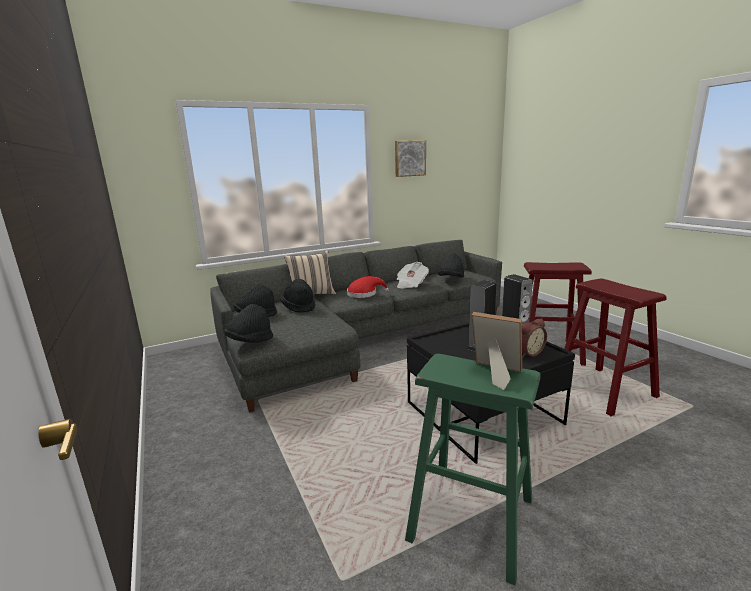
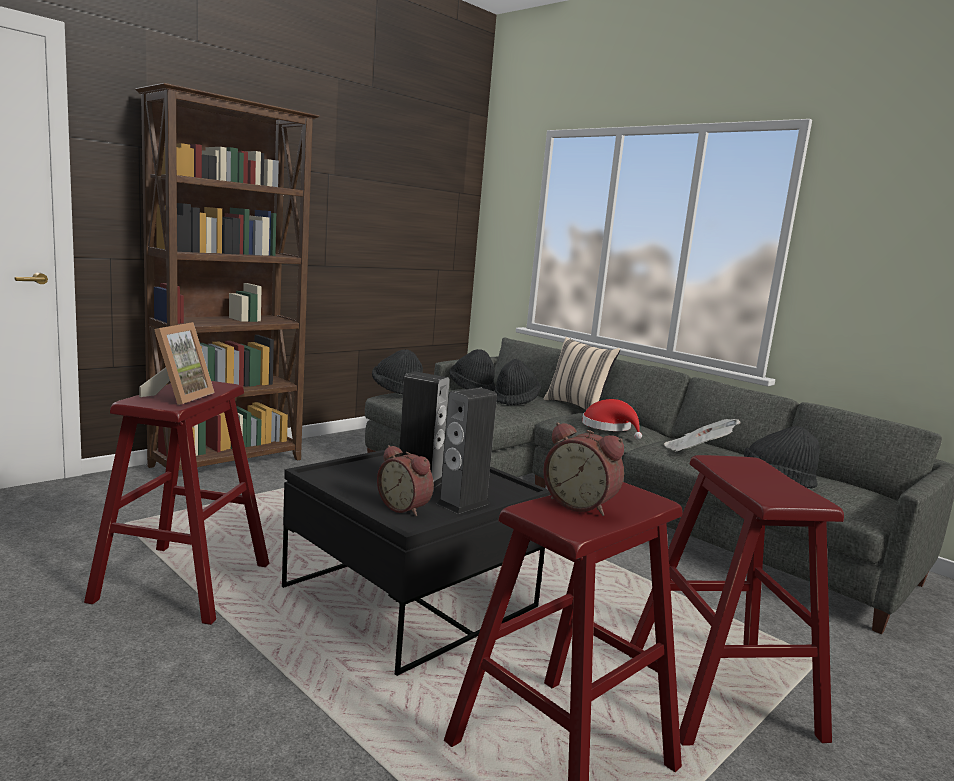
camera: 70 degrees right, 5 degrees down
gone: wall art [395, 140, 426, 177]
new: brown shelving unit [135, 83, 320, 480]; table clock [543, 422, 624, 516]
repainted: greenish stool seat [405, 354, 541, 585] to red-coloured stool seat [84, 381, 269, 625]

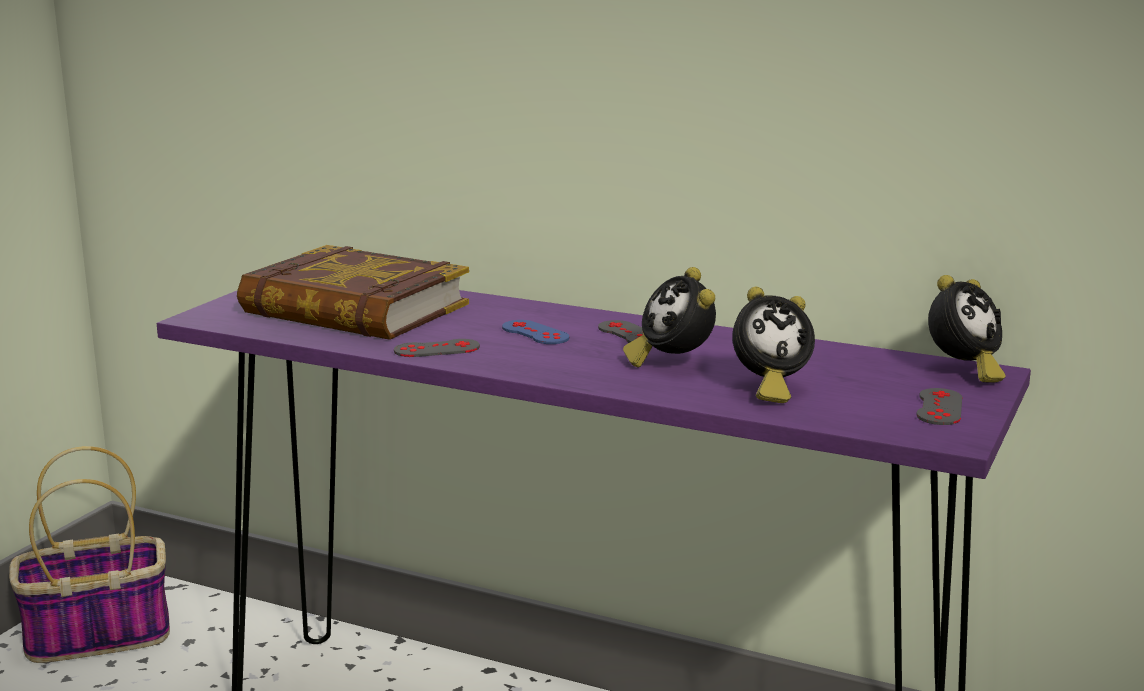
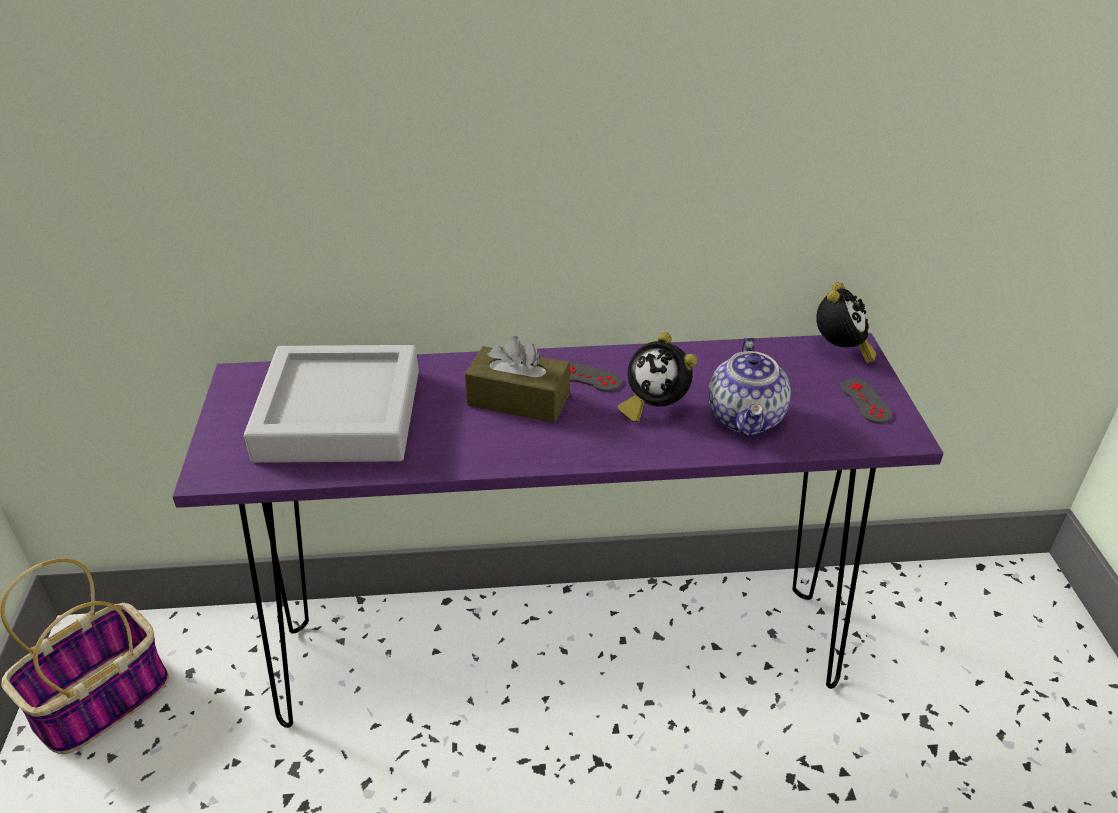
camera: 30 degrees left, 20 degrees up
gone: greyish joypad [394, 339, 480, 357]
swapped: volume [237, 245, 469, 340] to greyish tray [244, 345, 419, 463]; blue joypad [502, 320, 570, 344] to brown box of tissues [465, 336, 570, 423]; table clock [732, 287, 815, 403] to tea pot [708, 337, 791, 437]

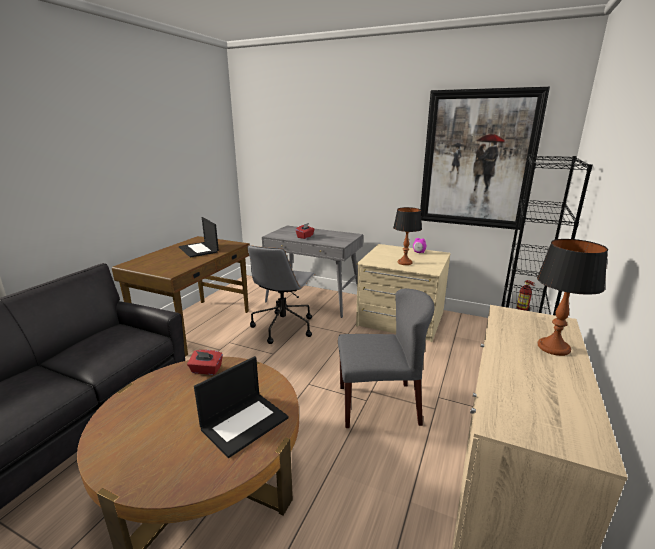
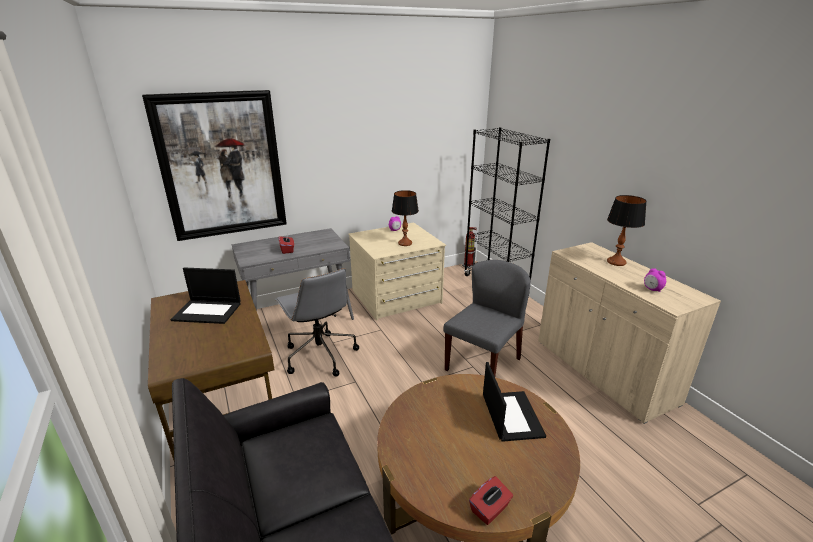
camera: 50 degrees left, 5 degrees up
new: table clock [644, 268, 666, 292]
shifted: red-coloured box of tissues [187, 350, 223, 375] to [469, 476, 513, 525]; wall art [420, 87, 550, 230] to [142, 90, 287, 241]

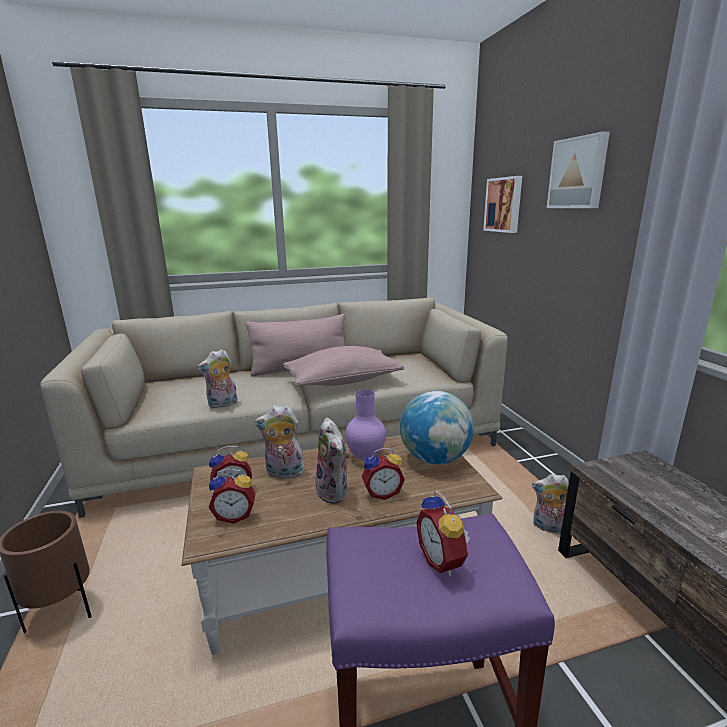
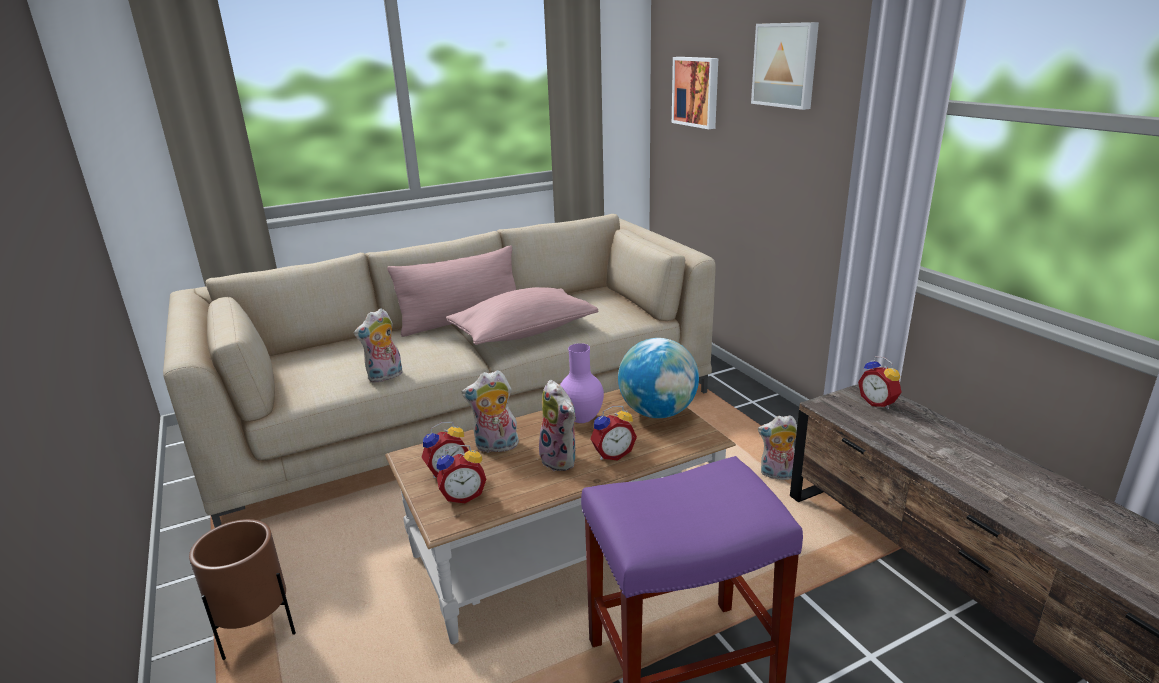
camera: 10 degrees left, 5 degrees up
shifted: table clock [416, 490, 470, 576] to [858, 356, 902, 409]

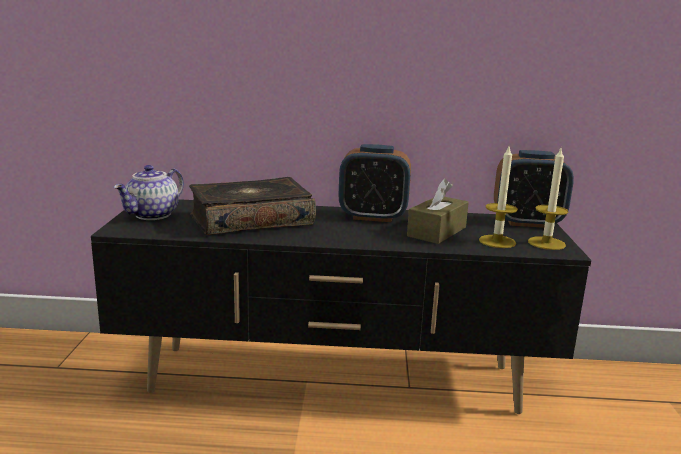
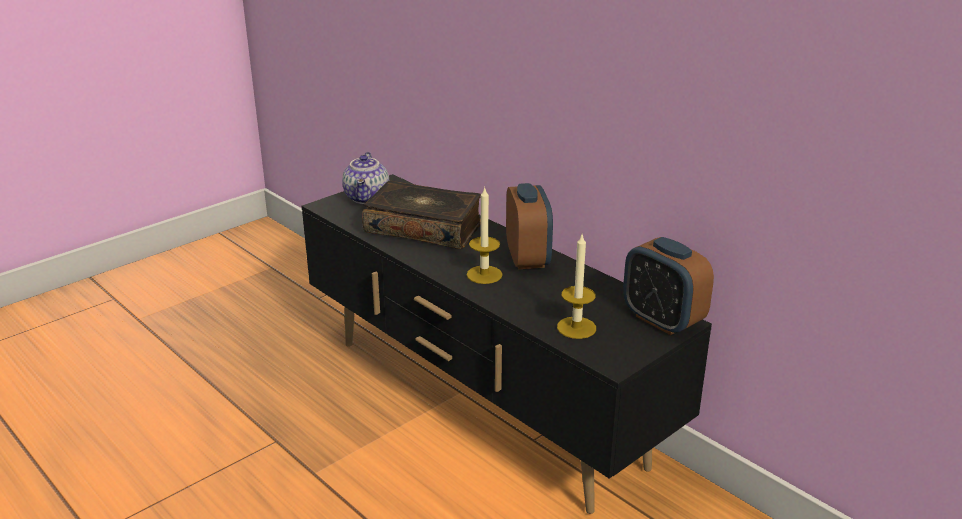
camera: 45 degrees right, 10 degrees up
gone: brown box of tissues [407, 178, 469, 244]
shifted: candle [528, 146, 568, 250] to [467, 186, 503, 284]
rotated: tea pot [113, 165, 184, 220] = [342, 152, 389, 204] 75 degrees counterclockwise; table clock [338, 144, 411, 222] = [506, 183, 553, 269] 150 degrees counterclockwise

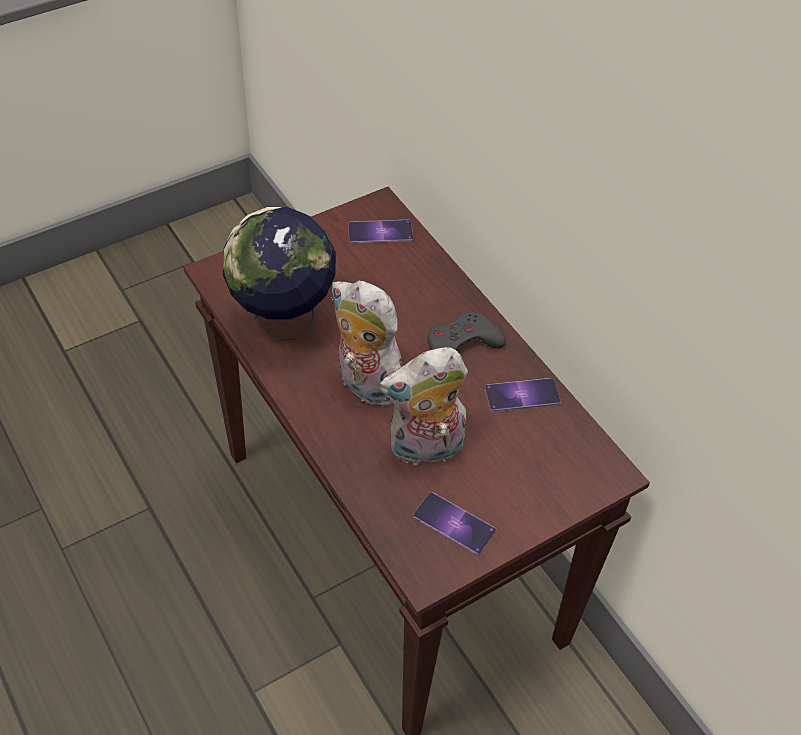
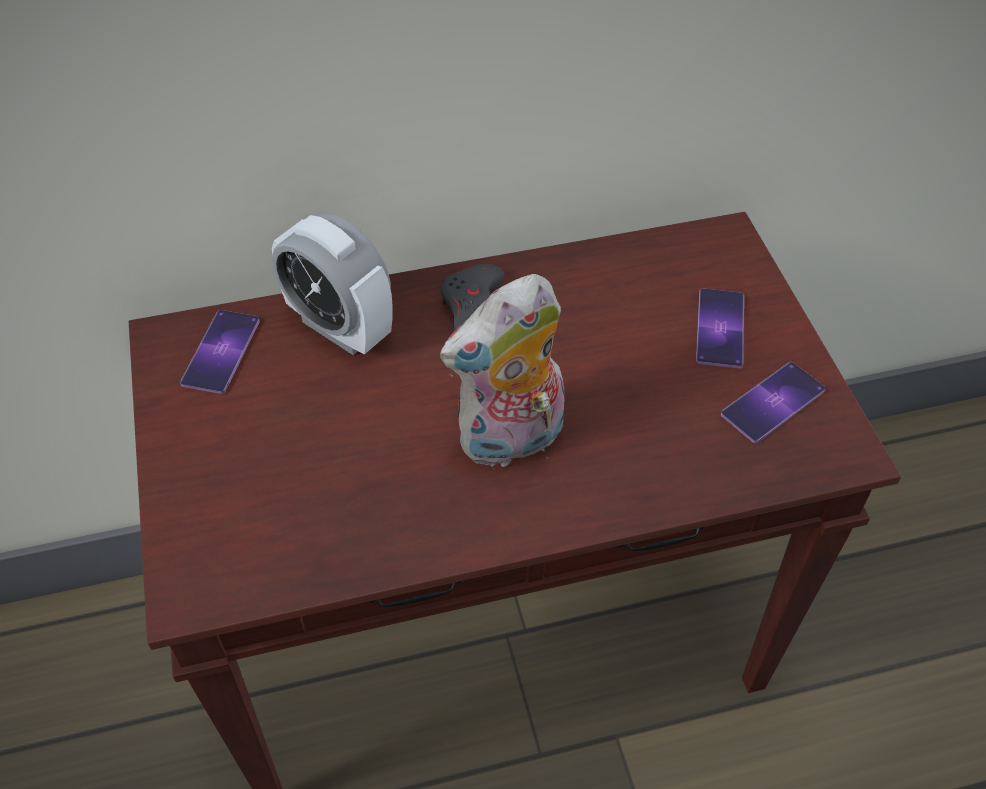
camera: 70 degrees left, 0 degrees up
gone: globe [223, 207, 336, 341]; cuddly toy [380, 347, 468, 467]
new: table clock [272, 213, 392, 355]
shifted: handset [485, 378, 561, 412] to [696, 288, 744, 369]

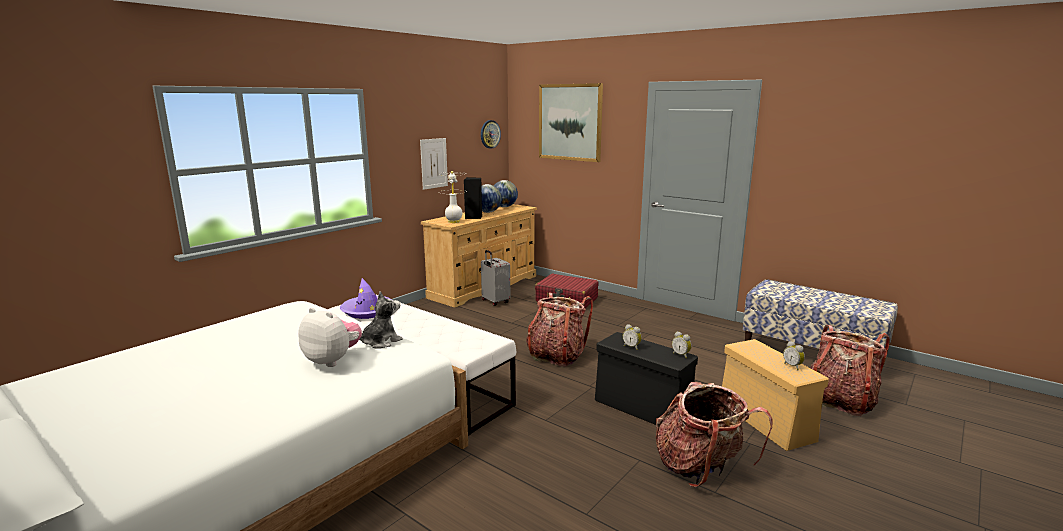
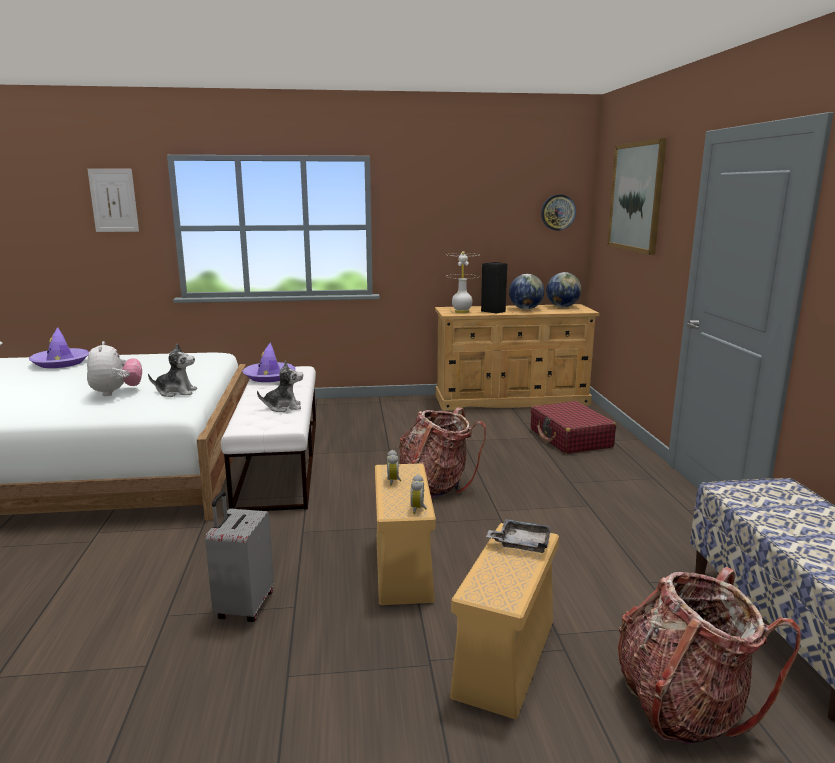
camera: 45 degrees right, 0 degrees up
gone: rucksack [656, 382, 772, 487]; table clock [783, 341, 805, 370]
new: purple hat [29, 327, 89, 368]; cuddly toy [257, 361, 303, 412]; greyish tray [486, 519, 551, 553]
shifted: wall art [420, 138, 448, 190] to [88, 169, 139, 232]; greyish suitcase [481, 250, 510, 306] to [205, 491, 274, 622]
repainted: blackish storage bin [595, 332, 698, 425] to sand-coloured storage bin [375, 463, 436, 605]

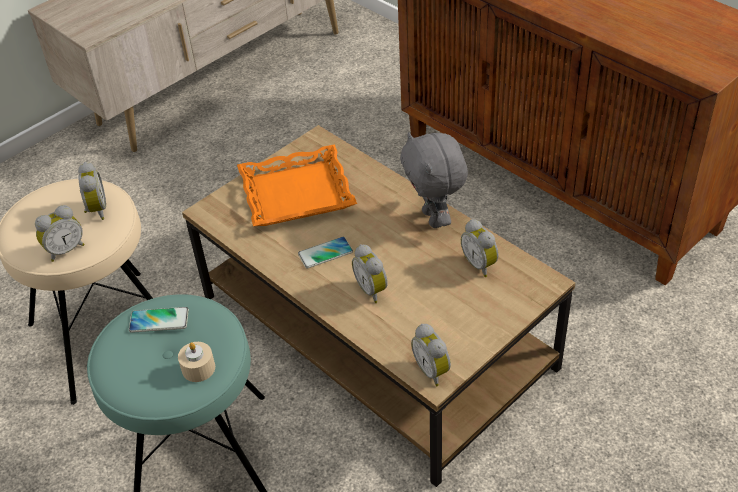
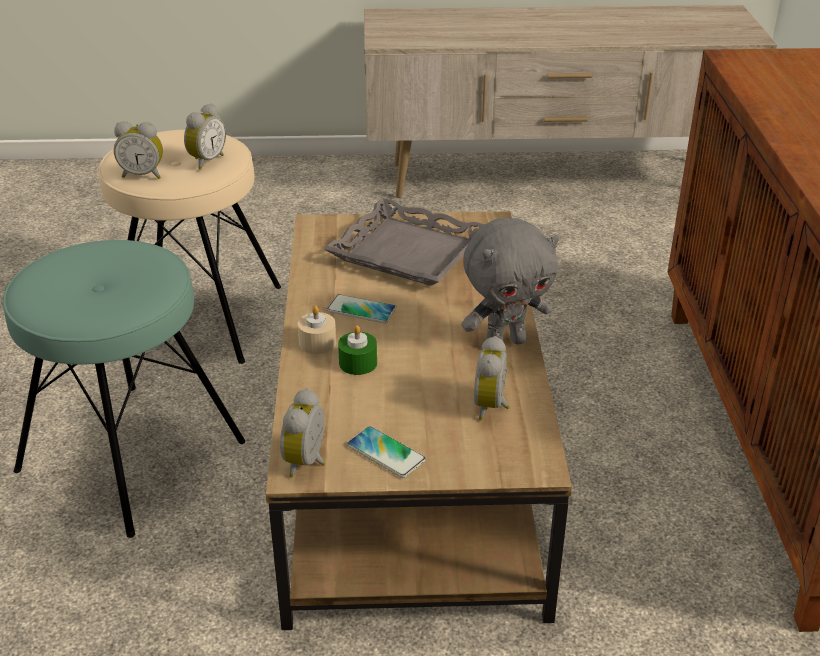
camera: 40 degrees right, 10 degrees down
shifted: handset [129, 307, 189, 333] to [347, 426, 426, 478]; sand-coloured candle [178, 342, 215, 382] to [298, 306, 336, 354]
swapped: table clock [352, 244, 388, 303] to greenish candle [338, 325, 377, 375]
repainted: orangey tray [237, 144, 357, 226] to greyish tray [323, 198, 485, 286]
rotated: greyish cuddly toy [400, 132, 468, 228] = [461, 218, 559, 345] 135 degrees counterclockwise

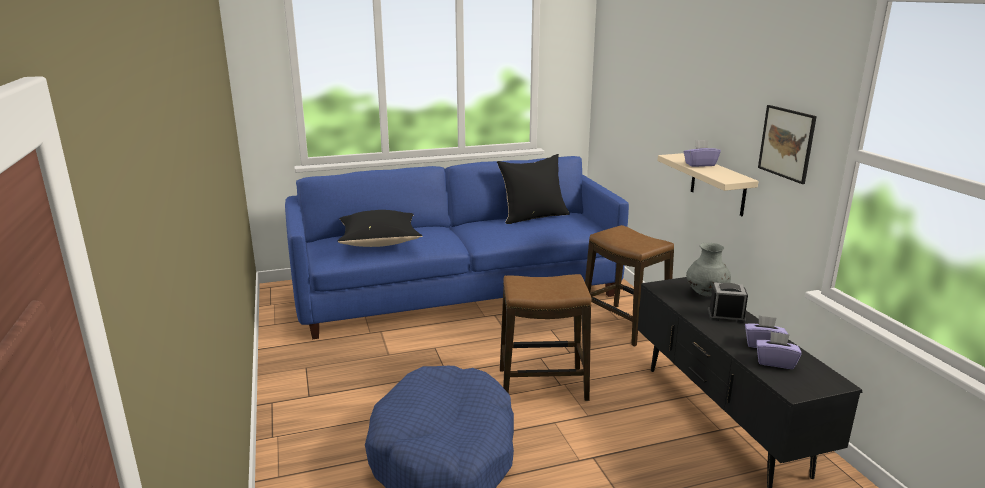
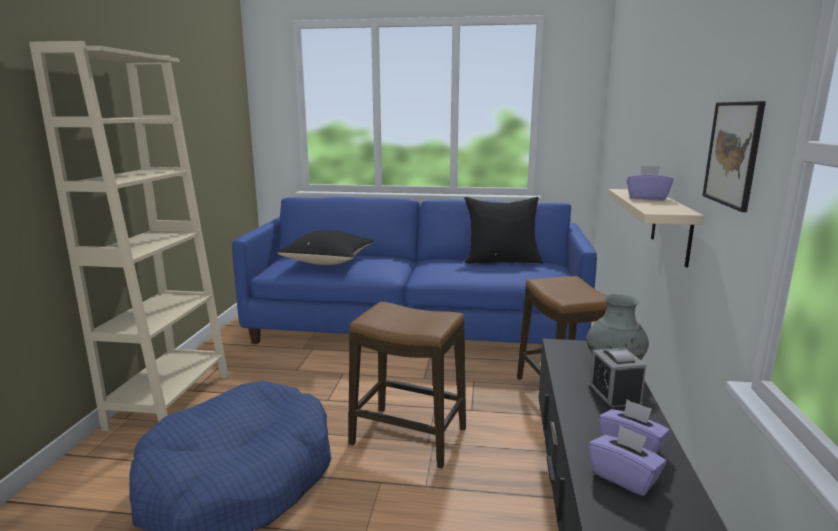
camera: 25 degrees right, 5 degrees down
new: sand-coloured shelving unit [29, 41, 228, 431]
rotated: table clock [708, 282, 748, 323] = [588, 348, 646, 410] 135 degrees counterclockwise

